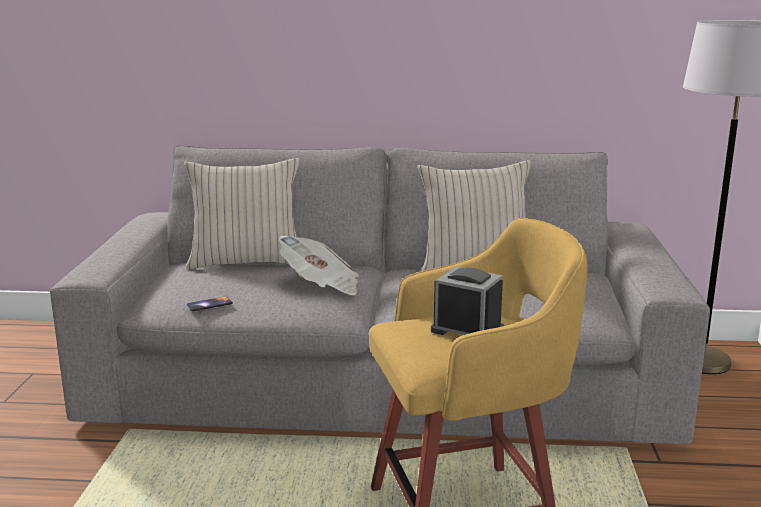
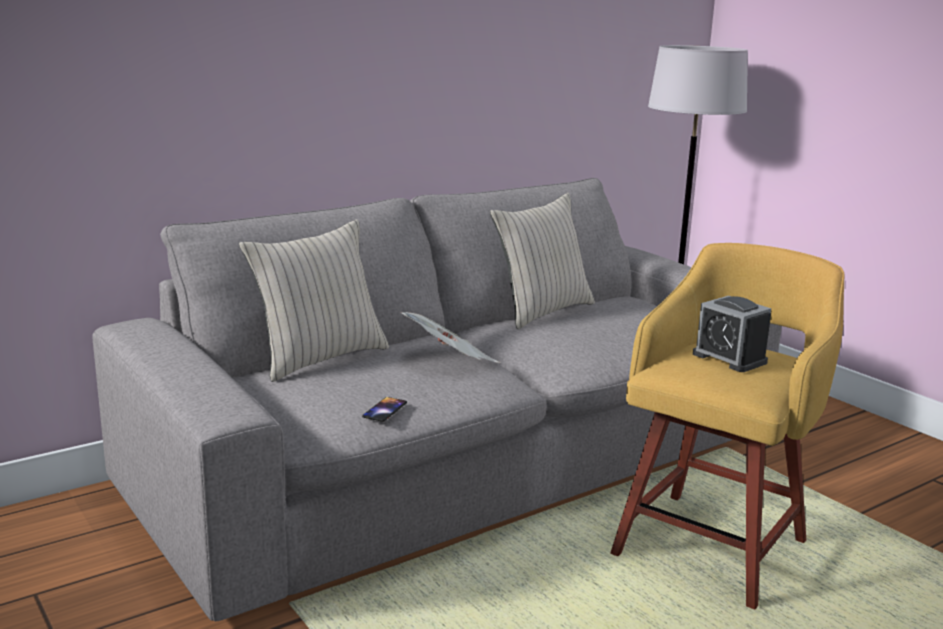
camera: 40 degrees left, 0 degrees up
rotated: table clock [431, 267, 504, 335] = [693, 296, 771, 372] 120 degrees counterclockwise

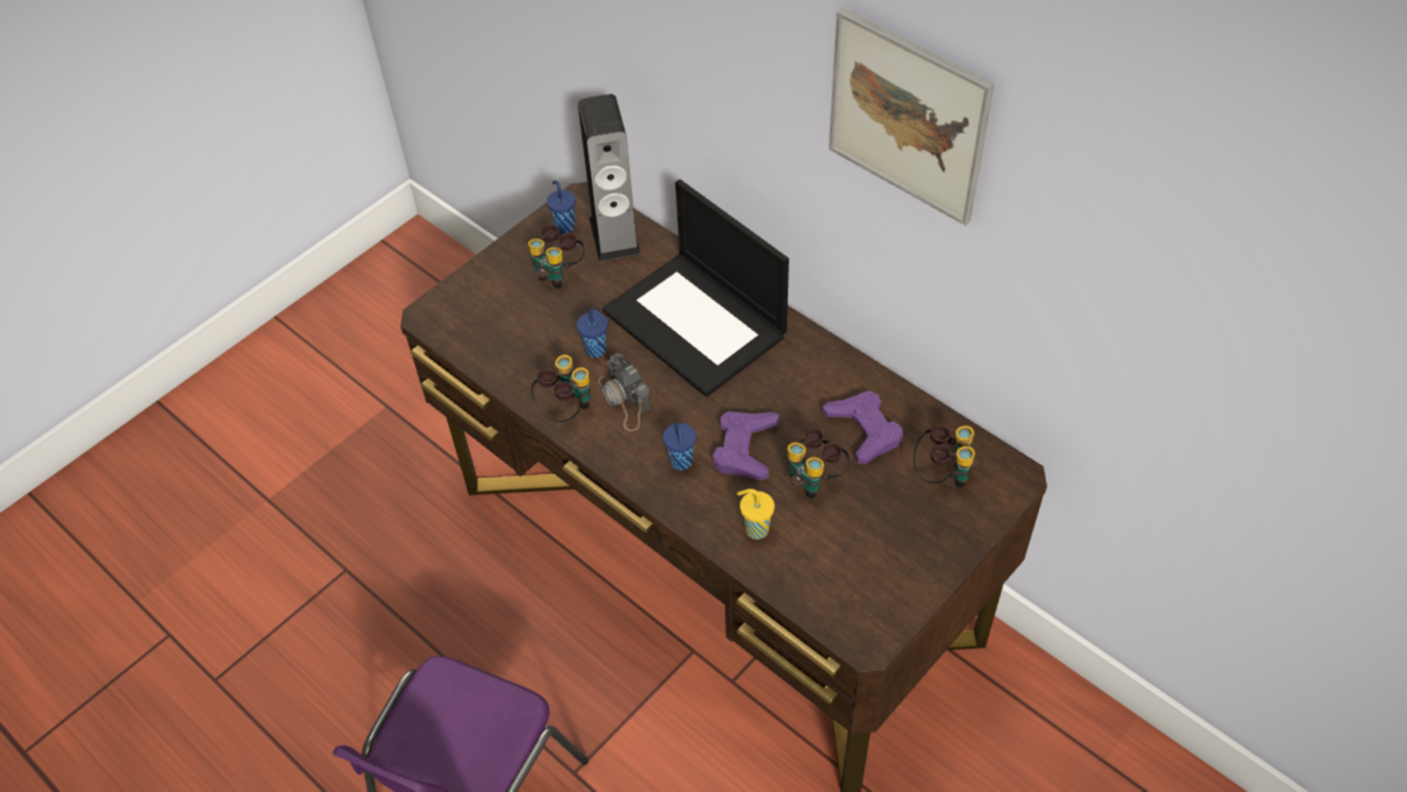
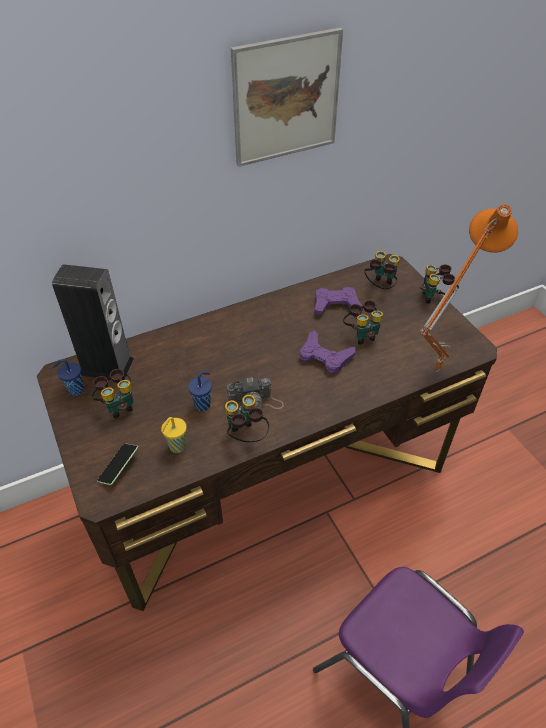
camera: 70 degrees left, 5 degrees down
gone: portable computer [603, 179, 789, 397]; blue drinking cup [663, 423, 696, 470]
new: handset [97, 443, 138, 485]; orangey tabletop lamp [420, 204, 518, 373]; binoculars [420, 265, 459, 304]
shifted: yellowish drinking cup [737, 489, 775, 539] to [161, 417, 187, 453]

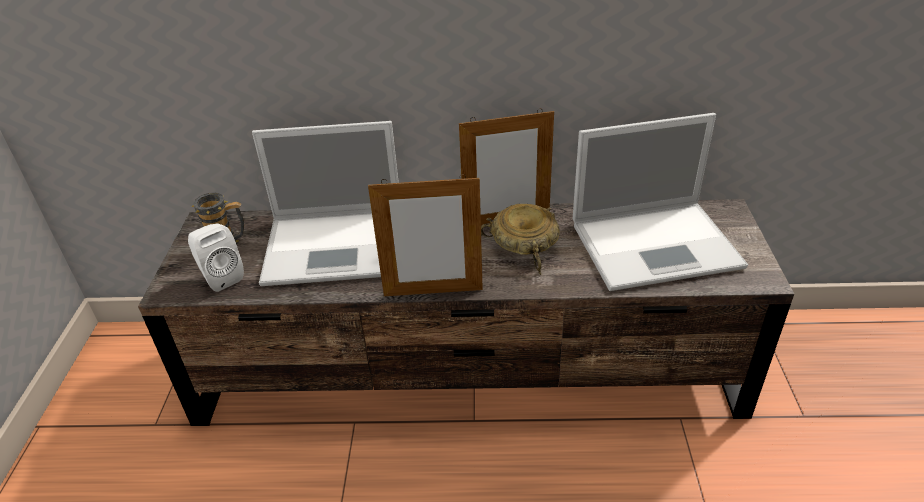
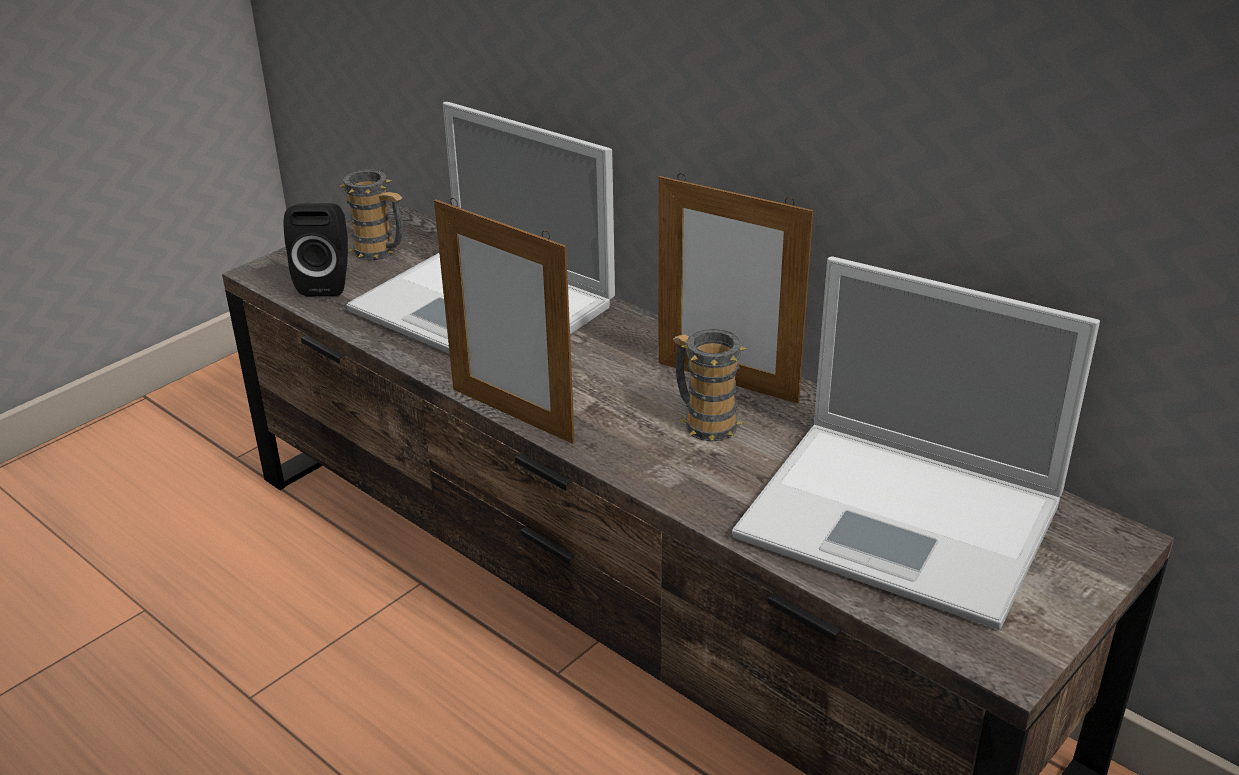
camera: 40 degrees right, 5 degrees down
swapped: sand-coloured bowl [481, 204, 560, 275] to tea mug [673, 329, 746, 441]
repainted: white-coloured audio speaker [188, 223, 244, 292] to blackish audio speaker [284, 203, 348, 296]

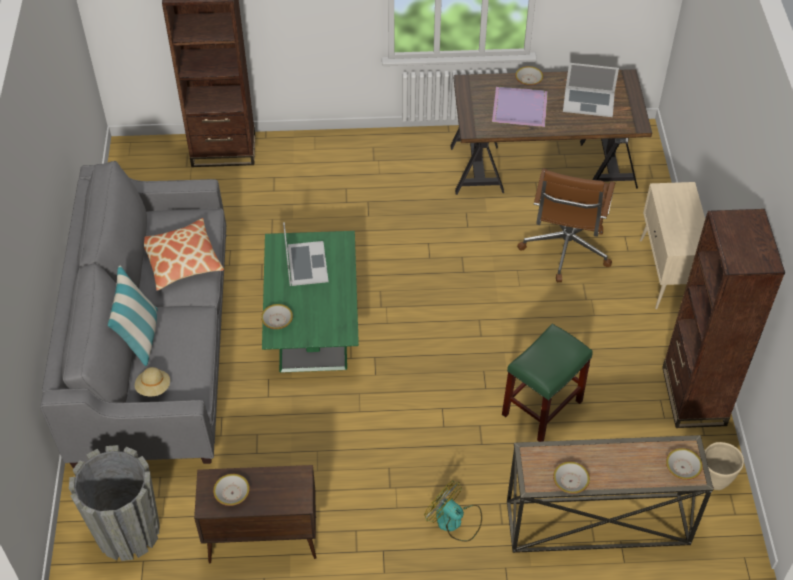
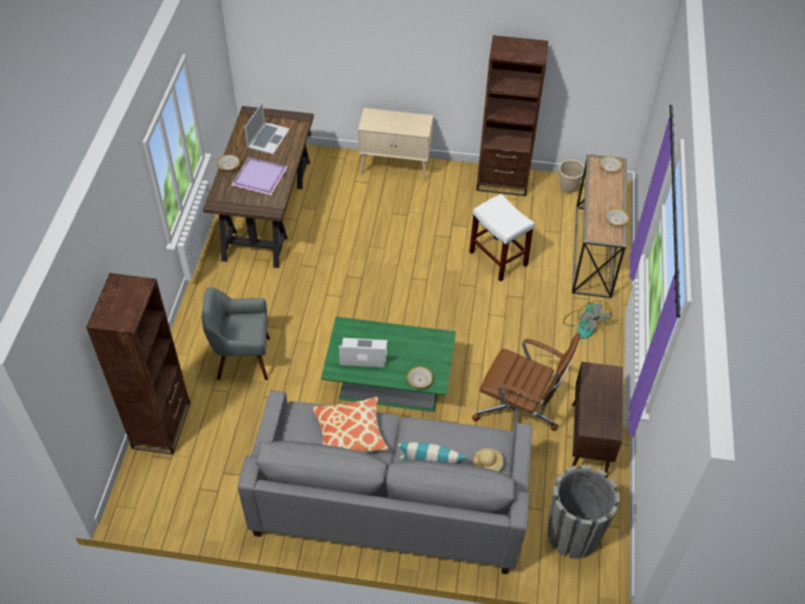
camera: 80 degrees left, 0 degrees up
gone: bowl [213, 474, 250, 506]
new: greyish easy chair [202, 287, 270, 380]
shifted: brown desk chair [517, 168, 615, 282] to [472, 333, 580, 433]
repainted: greenish stool seat [502, 323, 593, 442] to white-coloured stool seat [469, 194, 535, 282]
rotated: fan [424, 480, 482, 542] = [563, 300, 612, 339] 60 degrees counterclockwise

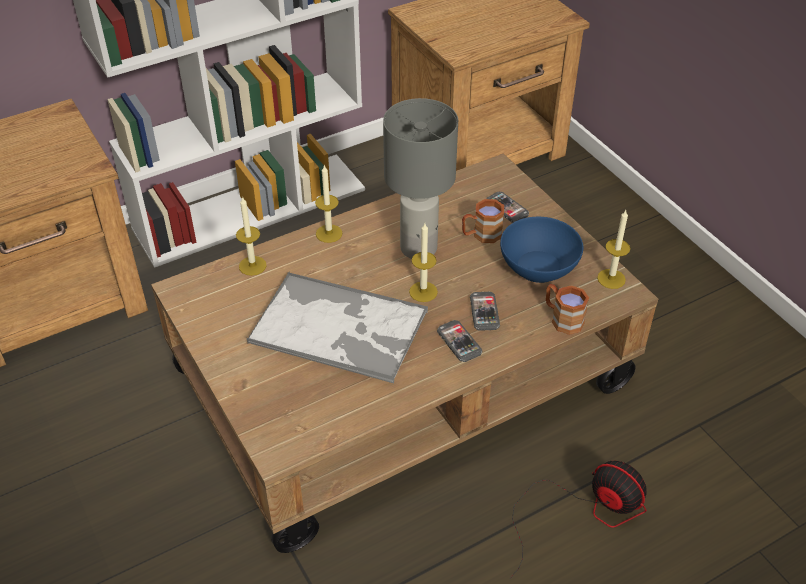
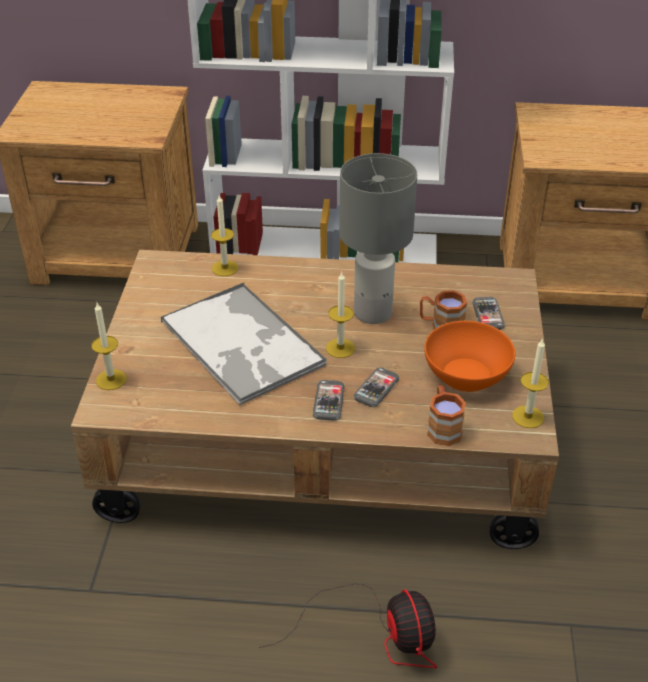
camera: 35 degrees right, 5 degrees down
shifted: candle [315, 165, 343, 243] to [91, 303, 127, 390]
repainted: blue bowl [500, 217, 584, 283] to orangey bowl [424, 321, 515, 392]

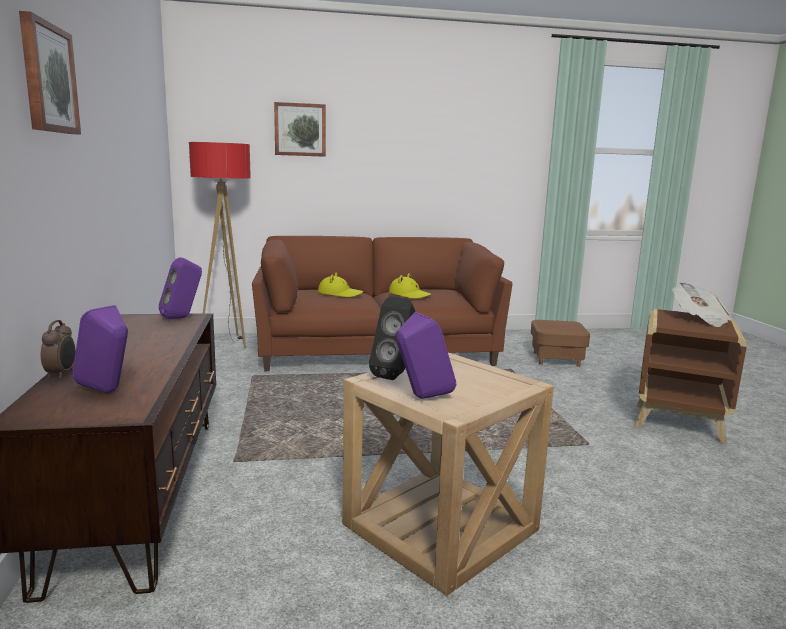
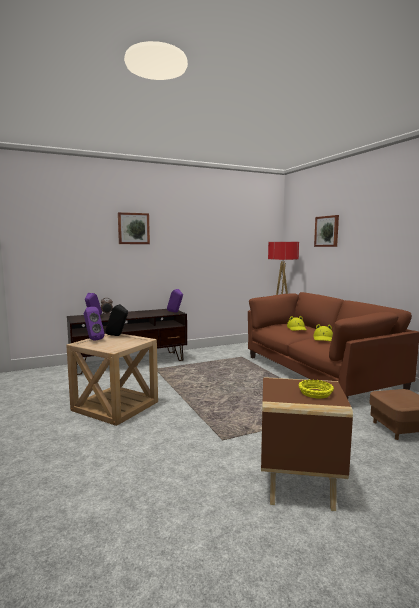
camera: 75 degrees right, 5 degrees down
swapped: printed paper [672, 282, 733, 327] to yellowish bowl [298, 380, 334, 398]

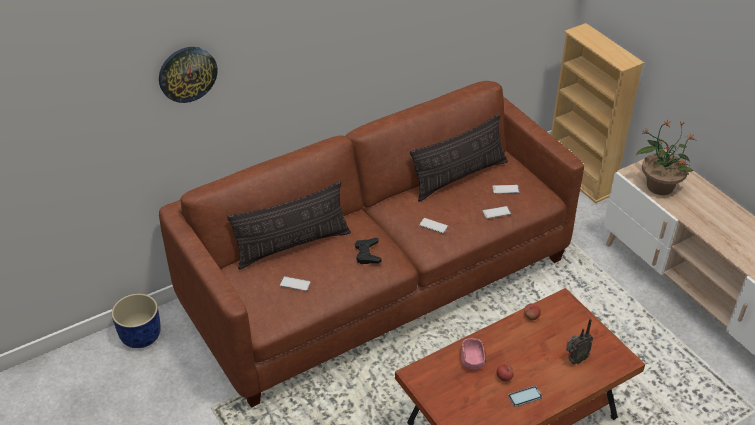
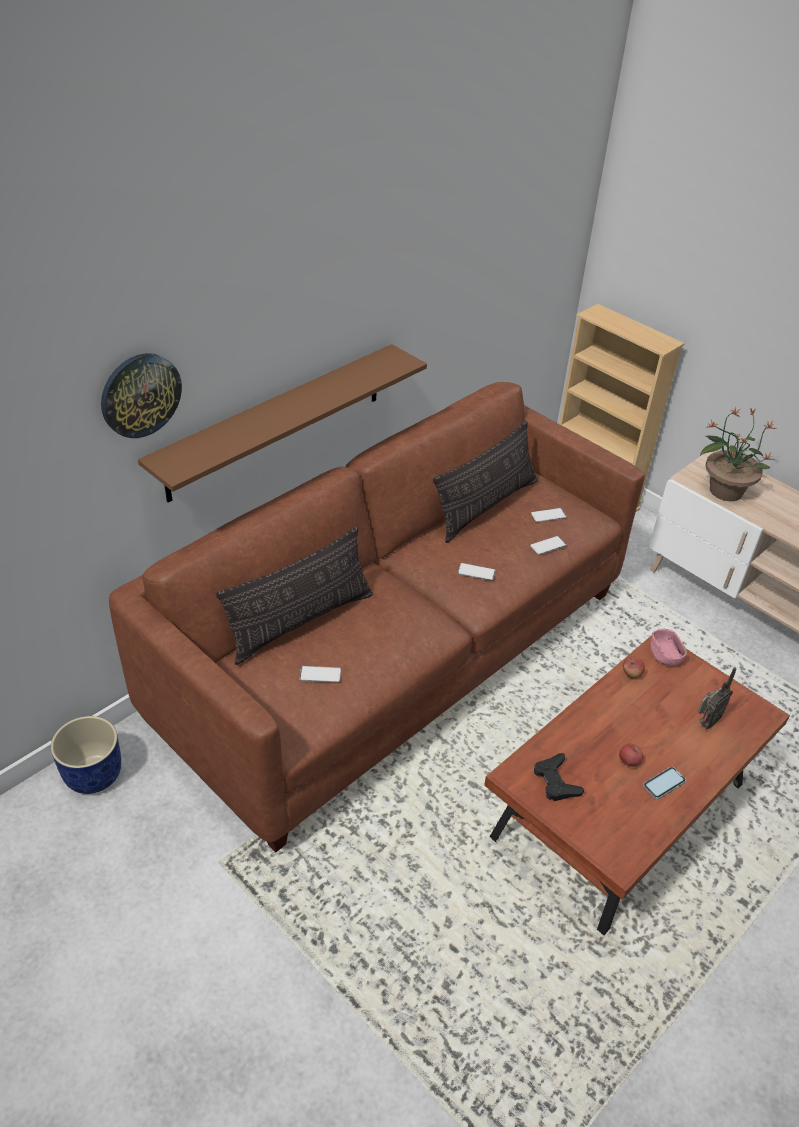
camera: 15 degrees left, 0 degrees up
new: brown shelf [138, 344, 427, 502]
shifted: blackish joypad [355, 238, 381, 264] to [534, 753, 584, 801]; pink bowl [461, 338, 485, 369] to [651, 629, 687, 666]

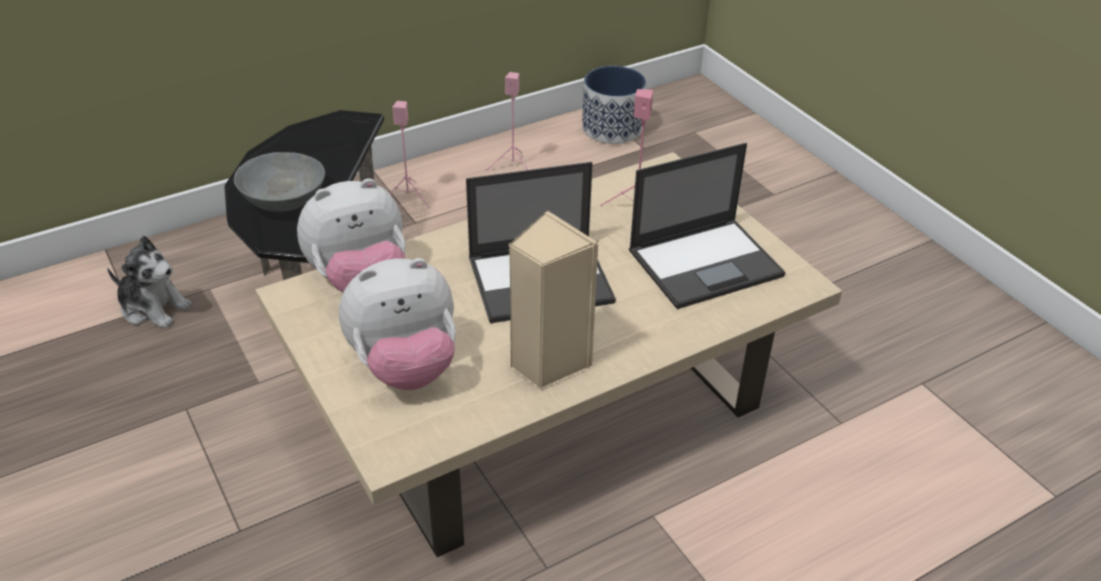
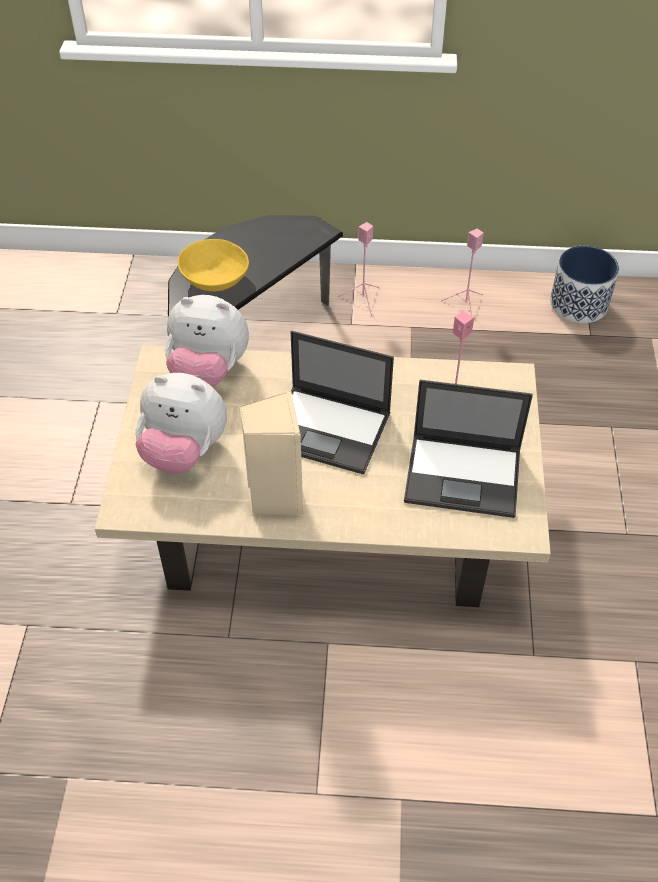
camera: 35 degrees right, 10 degrees up
gone: cuddly toy [107, 236, 192, 328]
repainted: greyish bowl [234, 152, 325, 212] to yellowish bowl [178, 239, 249, 292]

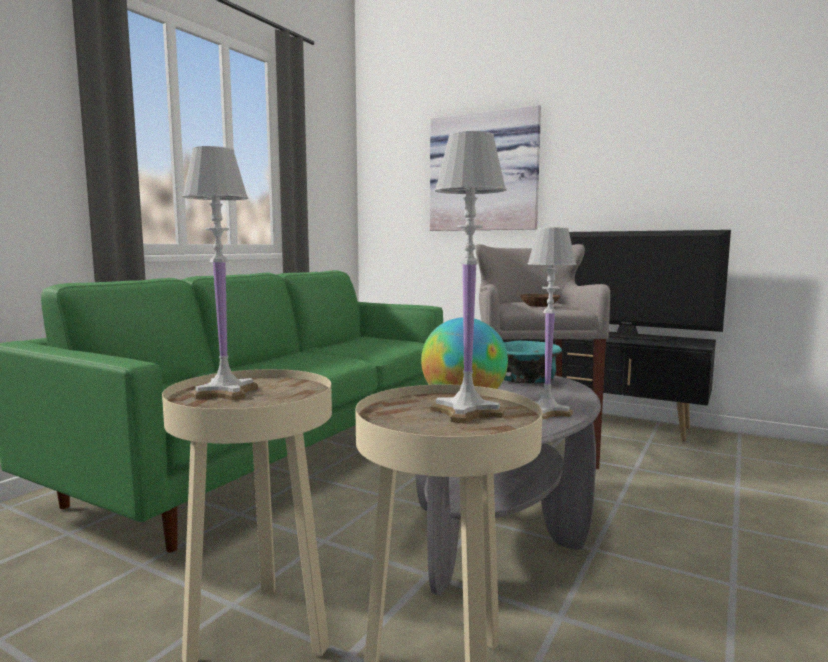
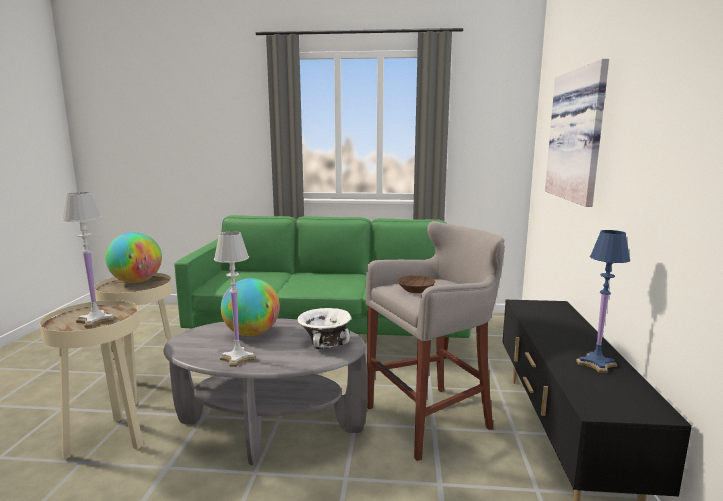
camera: 65 degrees right, 5 degrees up
swapped: white-coloured tabletop lamp [182, 146, 258, 400] to globe [105, 232, 162, 283]; TV [569, 230, 731, 342] to blue tabletop lamp [576, 230, 630, 373]
repainted: blue-green bowl [504, 340, 562, 384] to white-coloured bowl [297, 308, 351, 349]

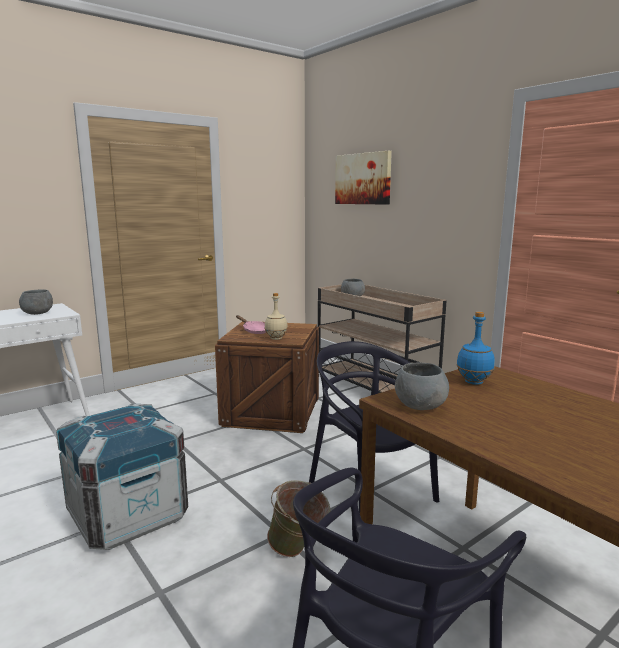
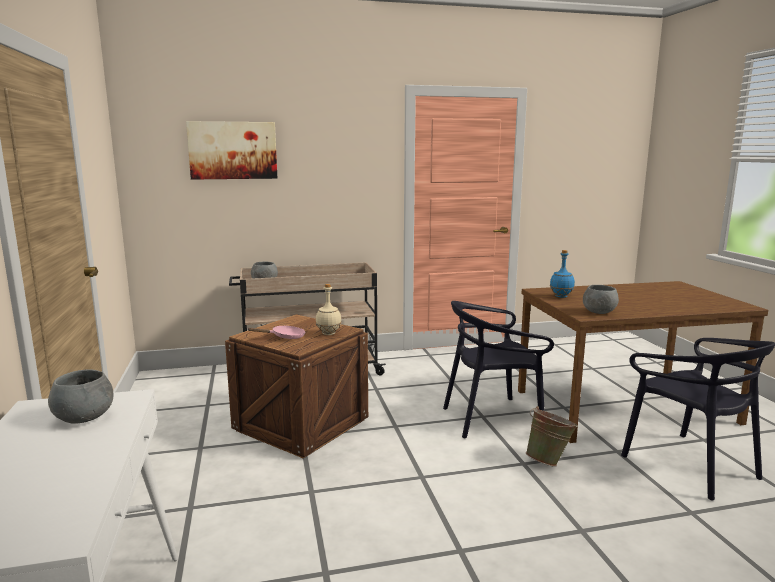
camera: 65 degrees left, 0 degrees up
gone: crate [56, 404, 188, 550]

